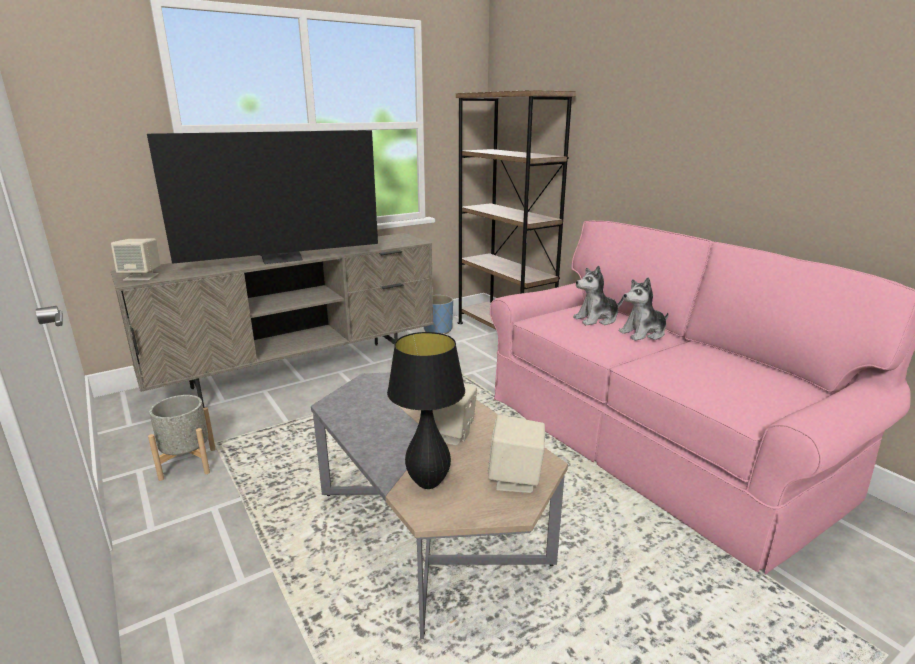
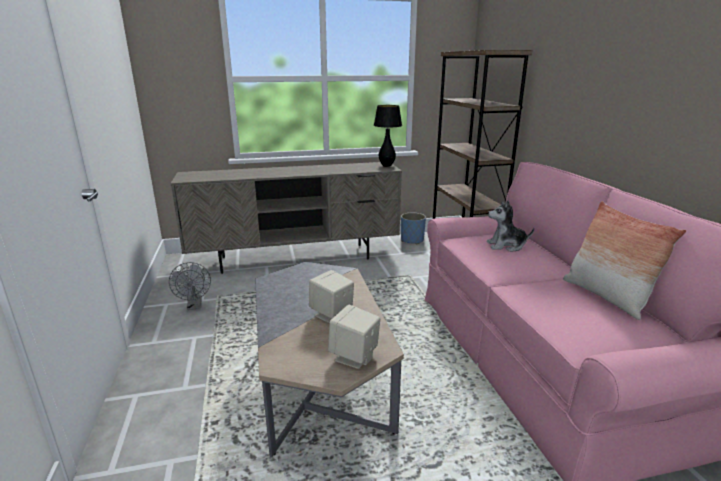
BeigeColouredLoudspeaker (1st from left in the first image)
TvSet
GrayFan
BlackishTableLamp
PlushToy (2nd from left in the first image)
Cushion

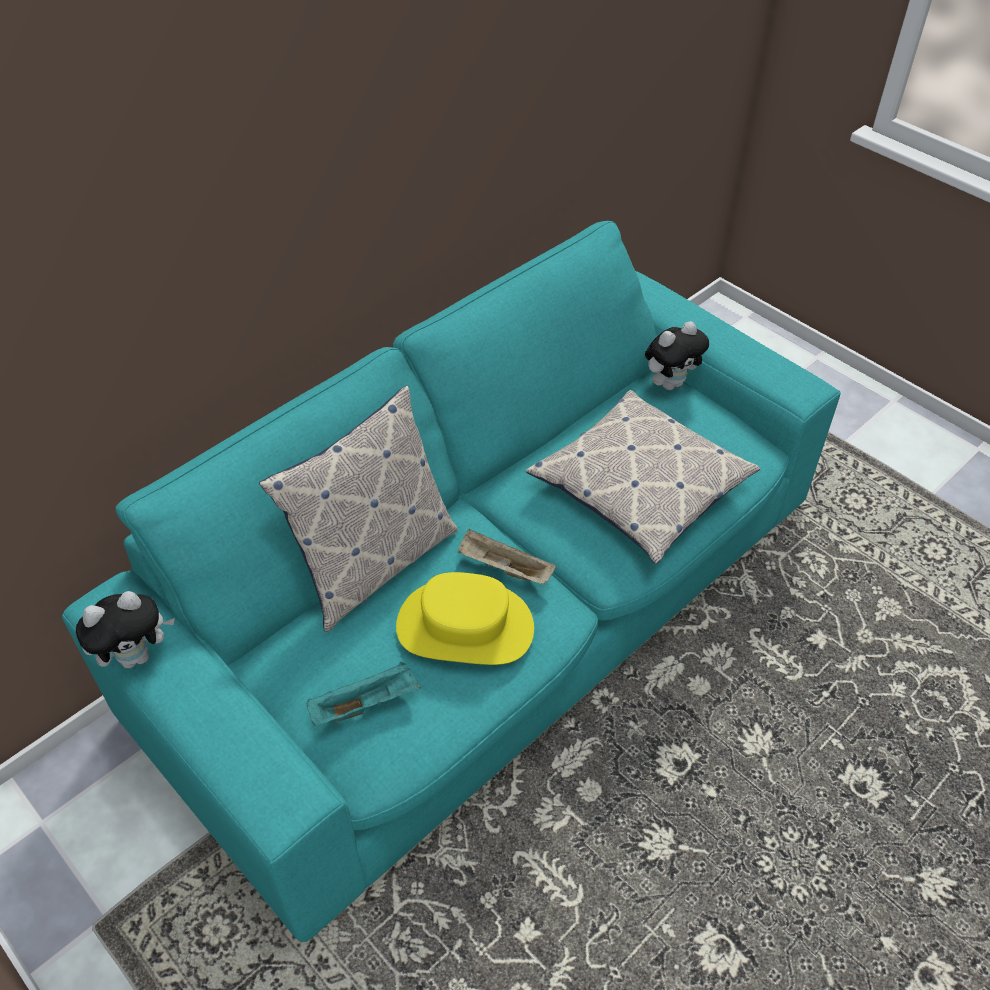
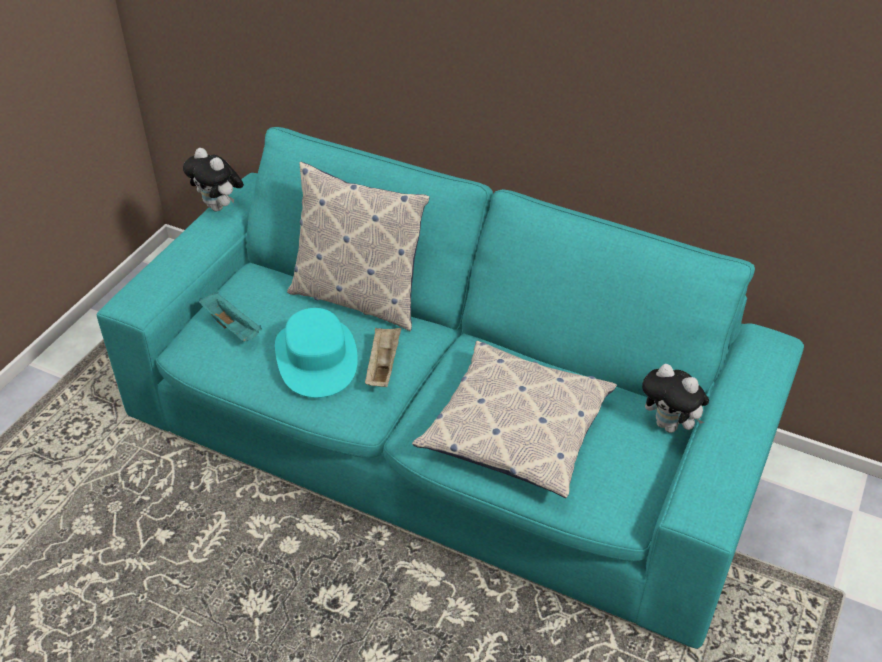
BlueGreenWearableHat

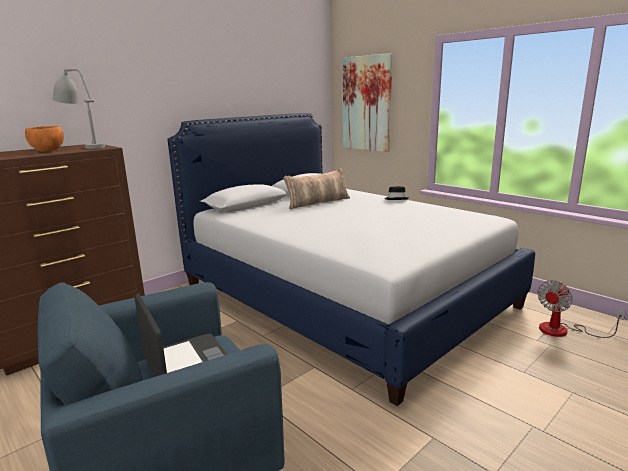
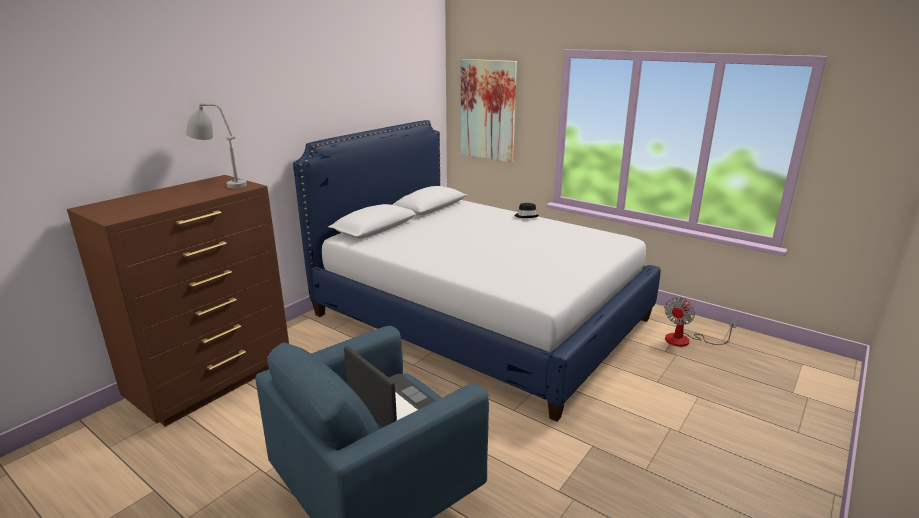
OrangeColouredDeepDish
Cushion

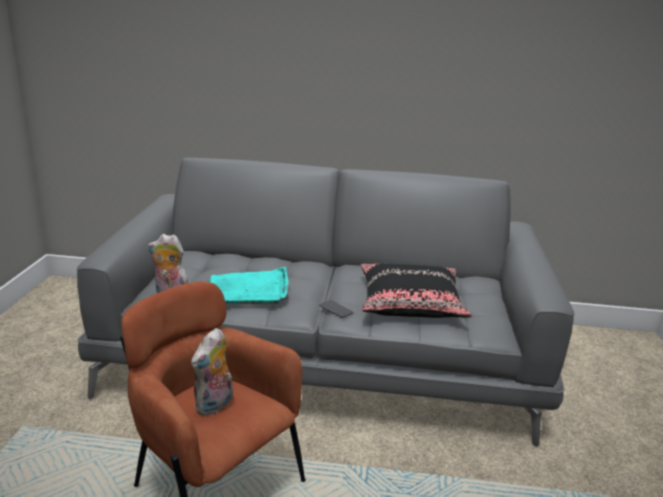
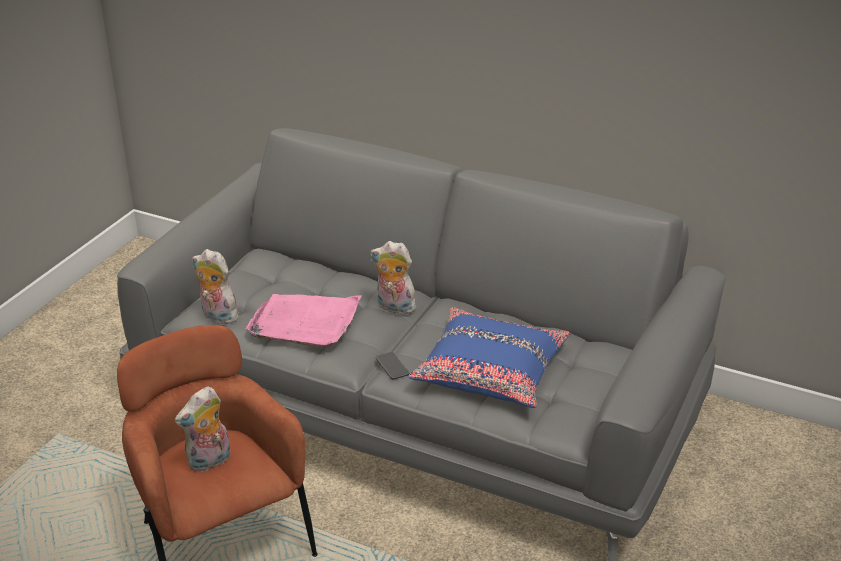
PinkishCarryingTray
BlueColouredCushion
PlushToy (3rd from left)

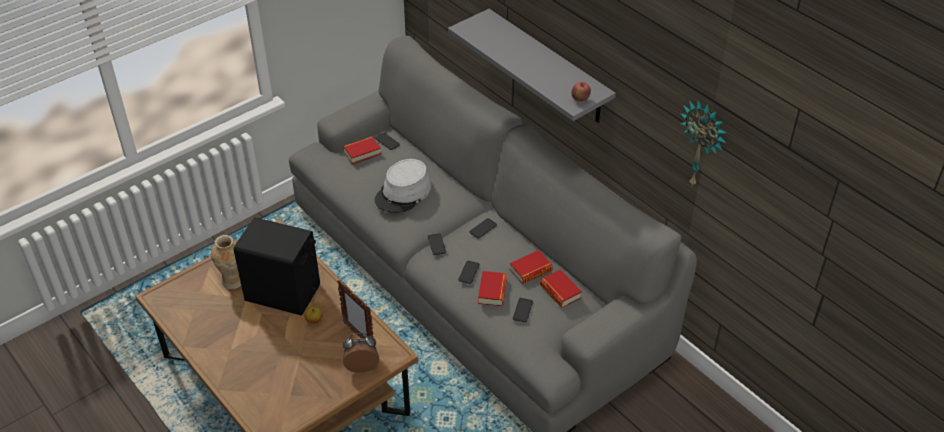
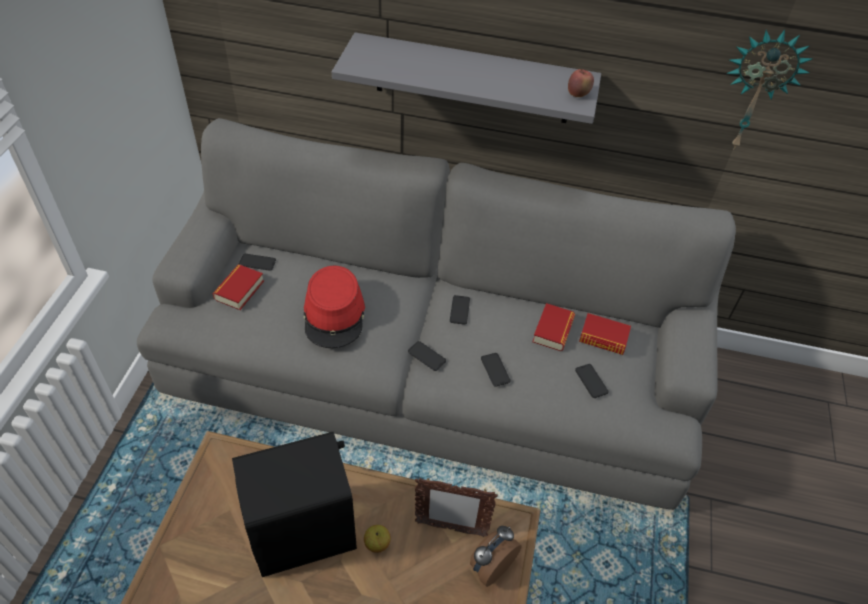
FlowerVase
RedColouredWearableHat
BoundBook (2nd from left in the first image)

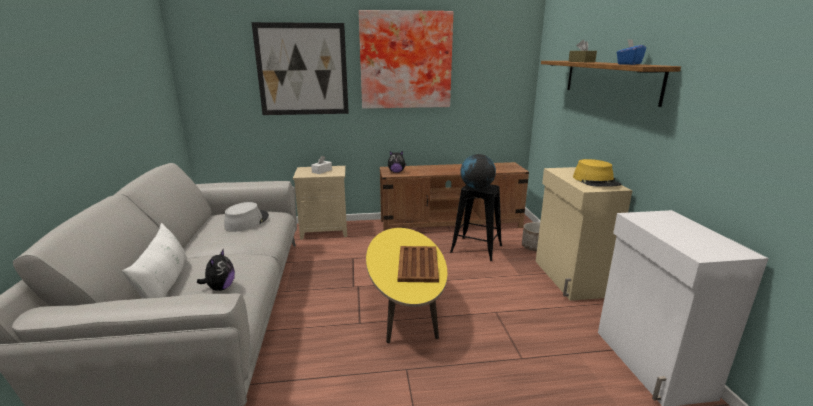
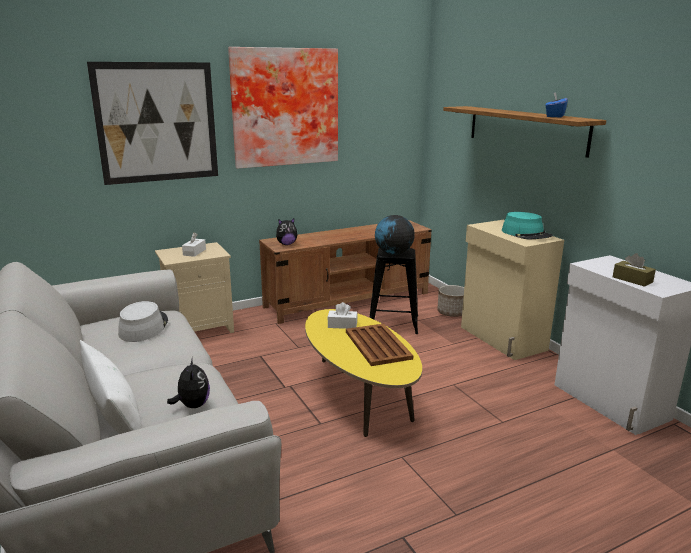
BrownColouredTissueHolder
BlueGreenWearableHat
WhiteColouredTissueHolder (2nd from left)

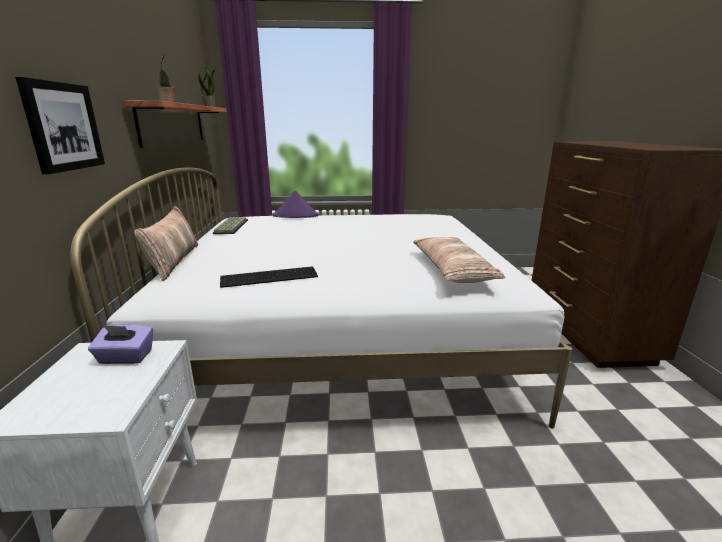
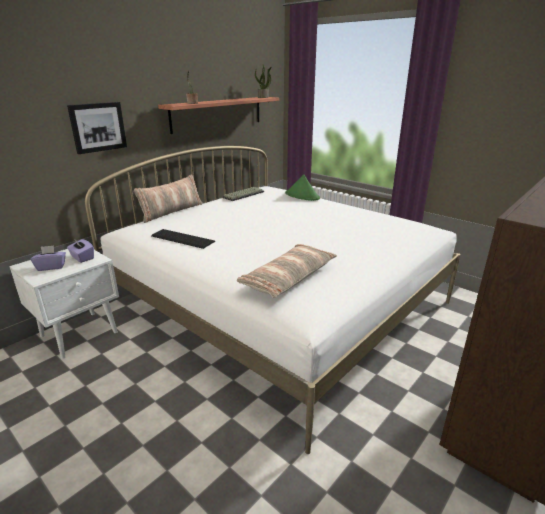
GreenWearableHat
PurplishTissueHolder (1st from left)

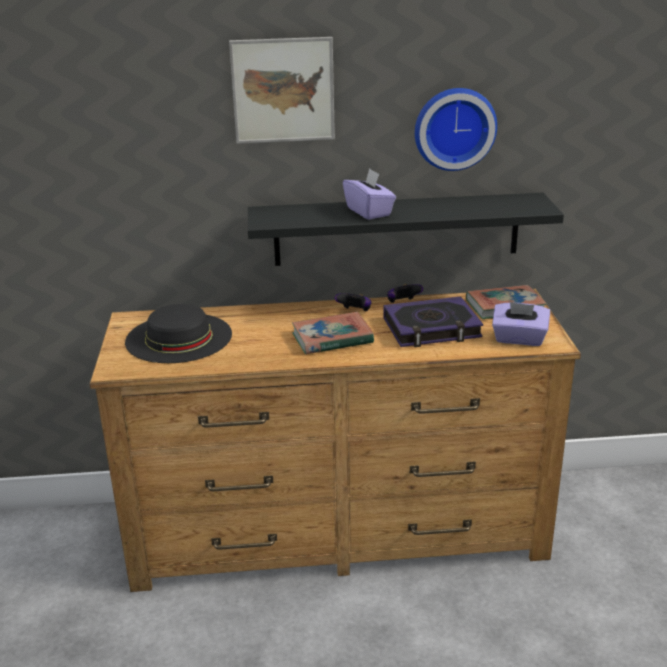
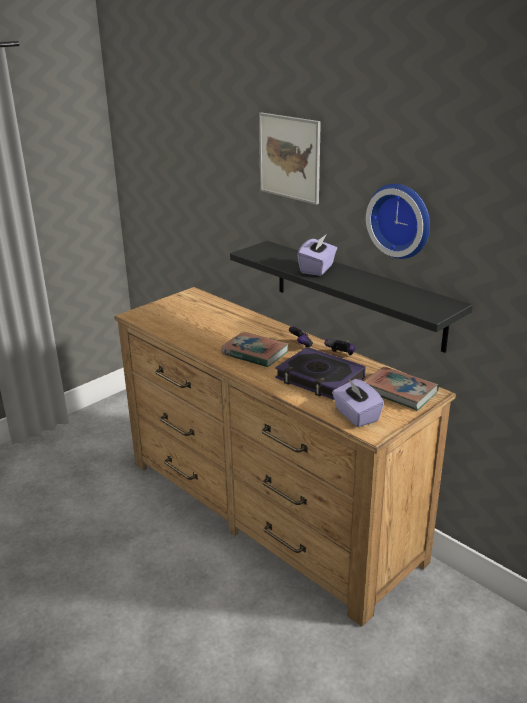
BlackishWearableHat

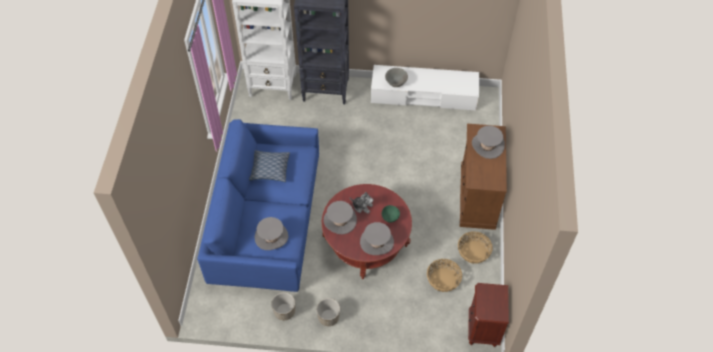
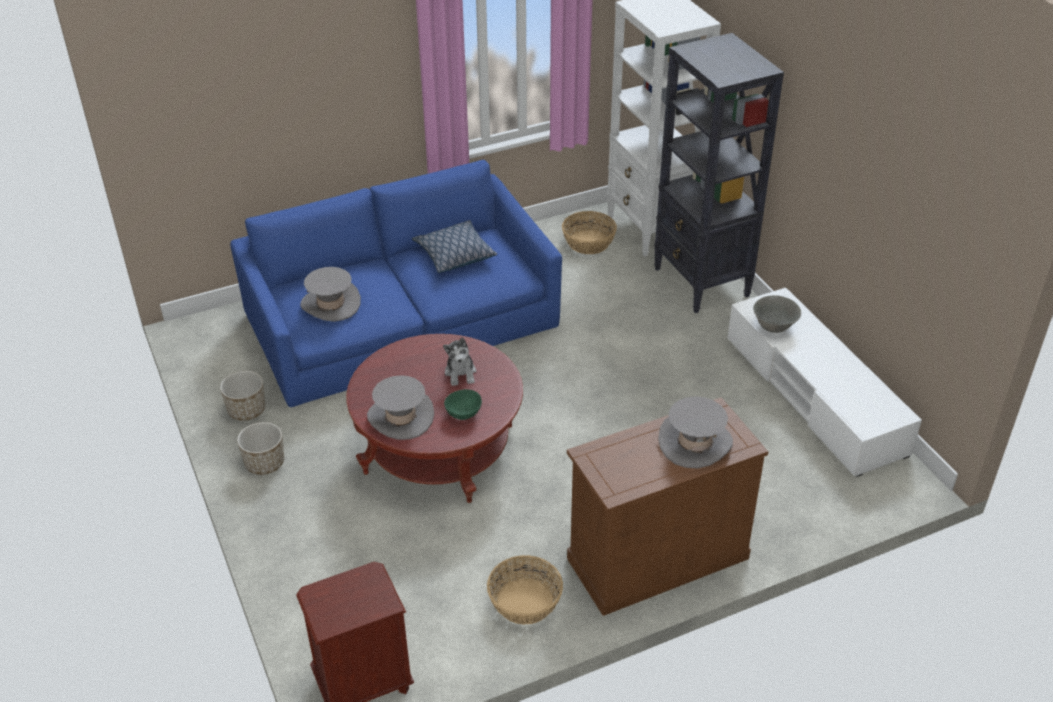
GrayWearableHat (2nd from left in the first image)
HouseholdBasket (2nd from left)

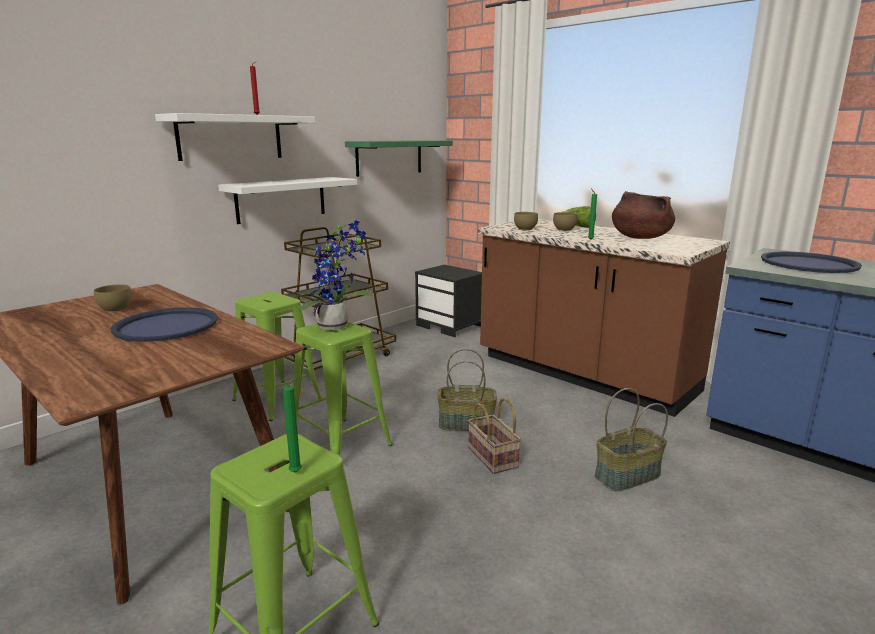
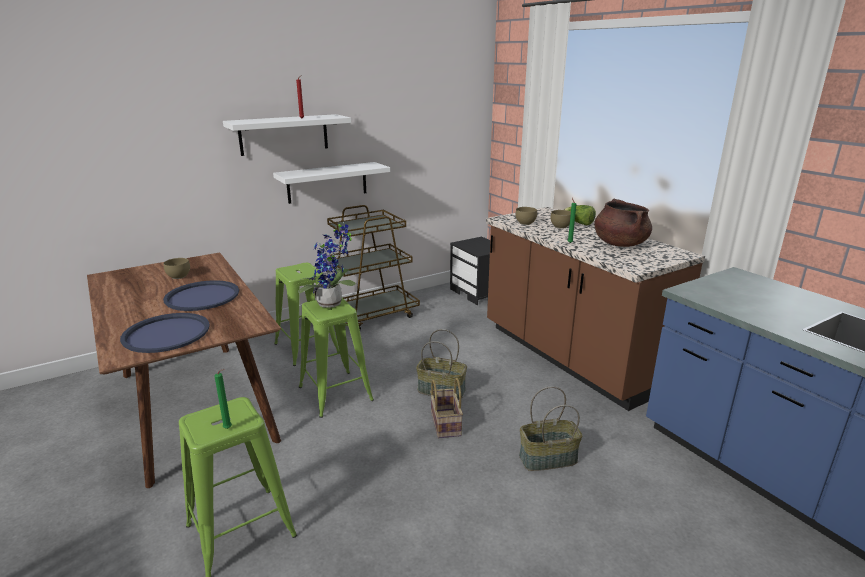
GreenBracketShelf
BlueColouredCarryingTray (1st from left)

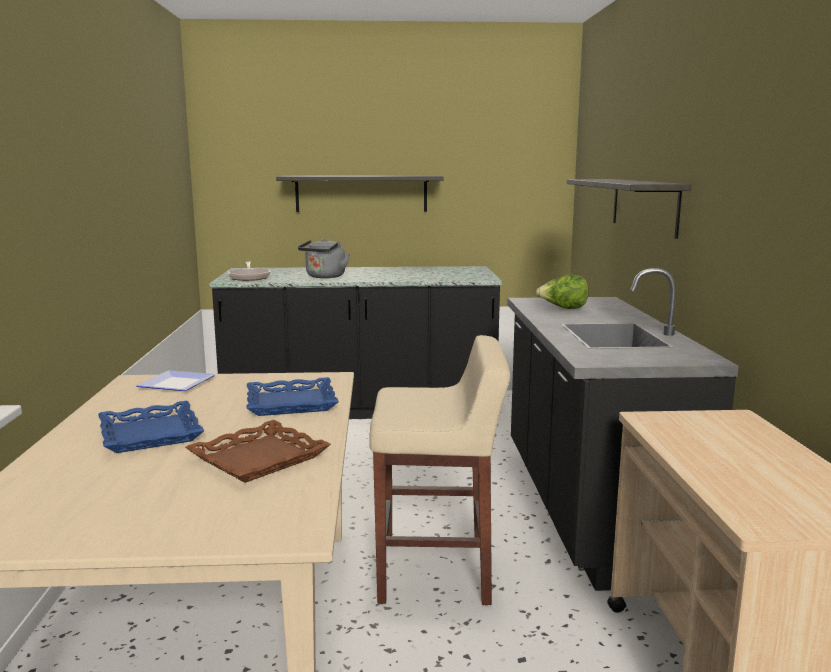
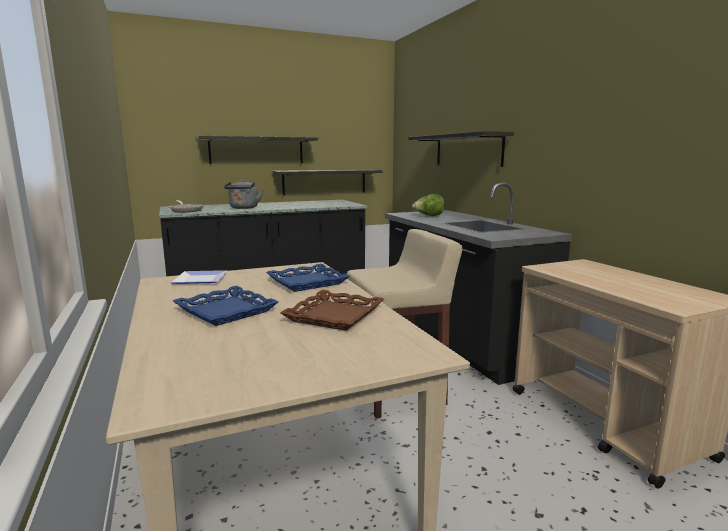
BracketShelf (2nd from left)

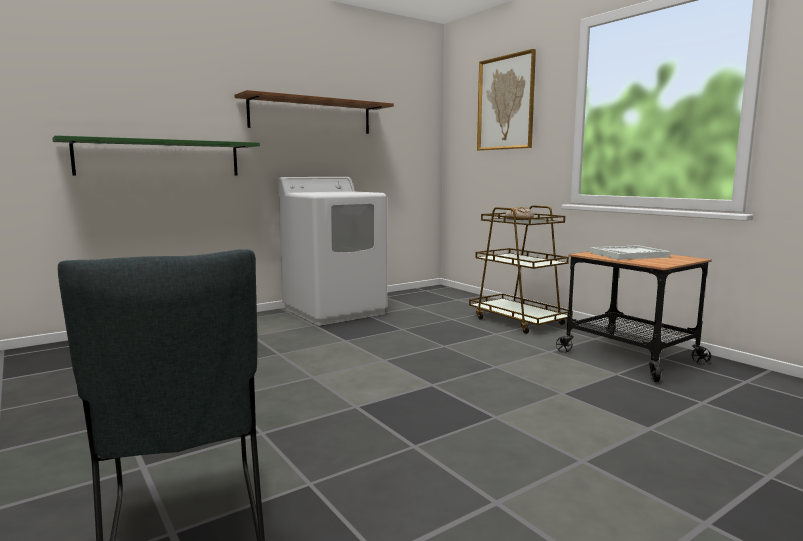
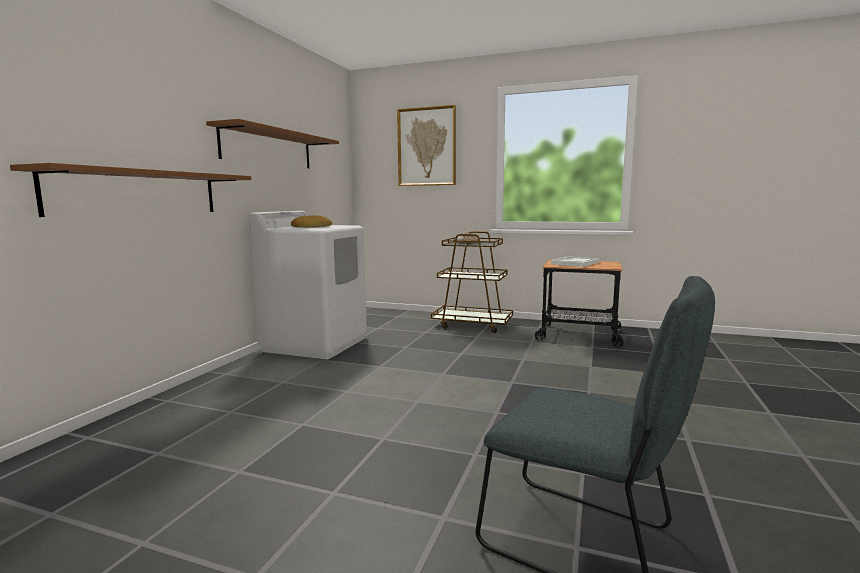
BrownColouredBracketShelf (1st from left)
Bread (1st from left)

